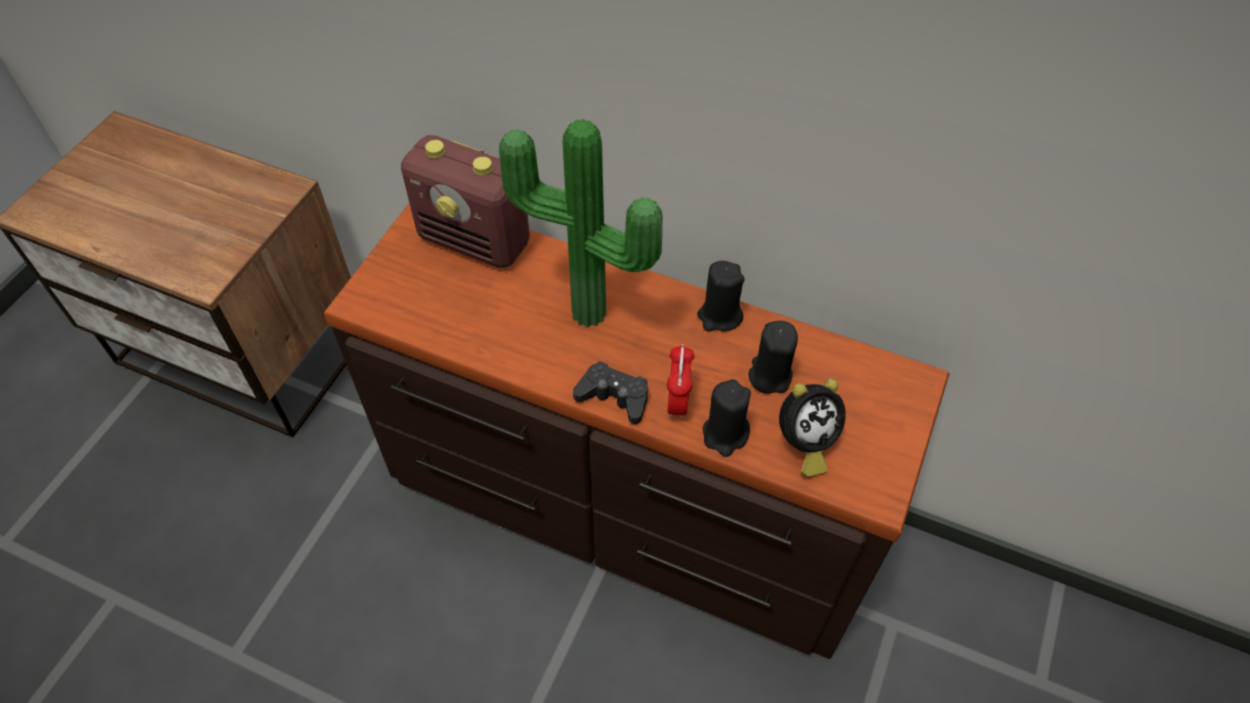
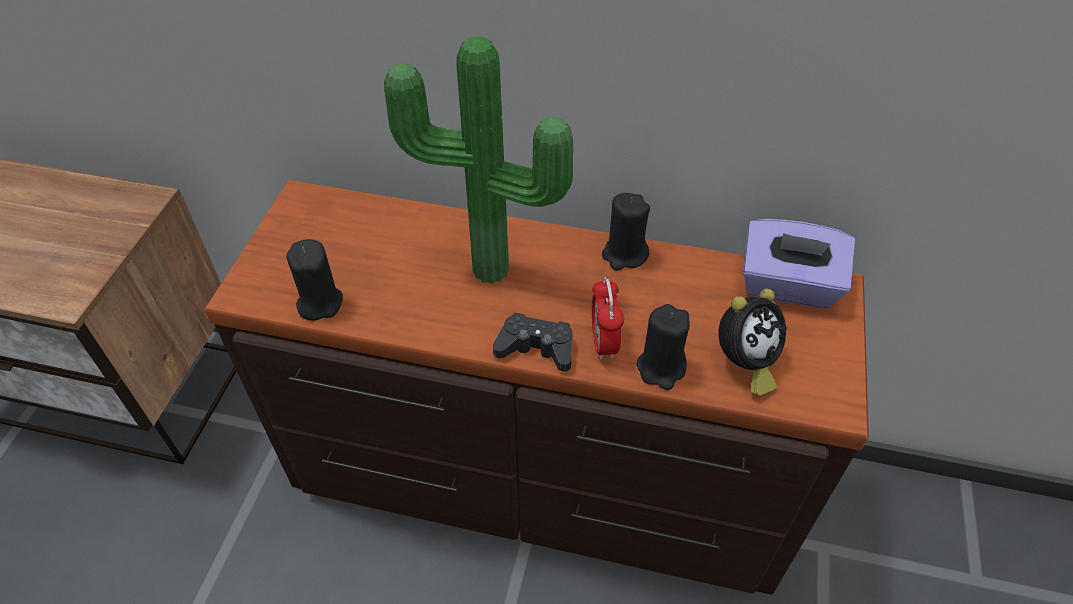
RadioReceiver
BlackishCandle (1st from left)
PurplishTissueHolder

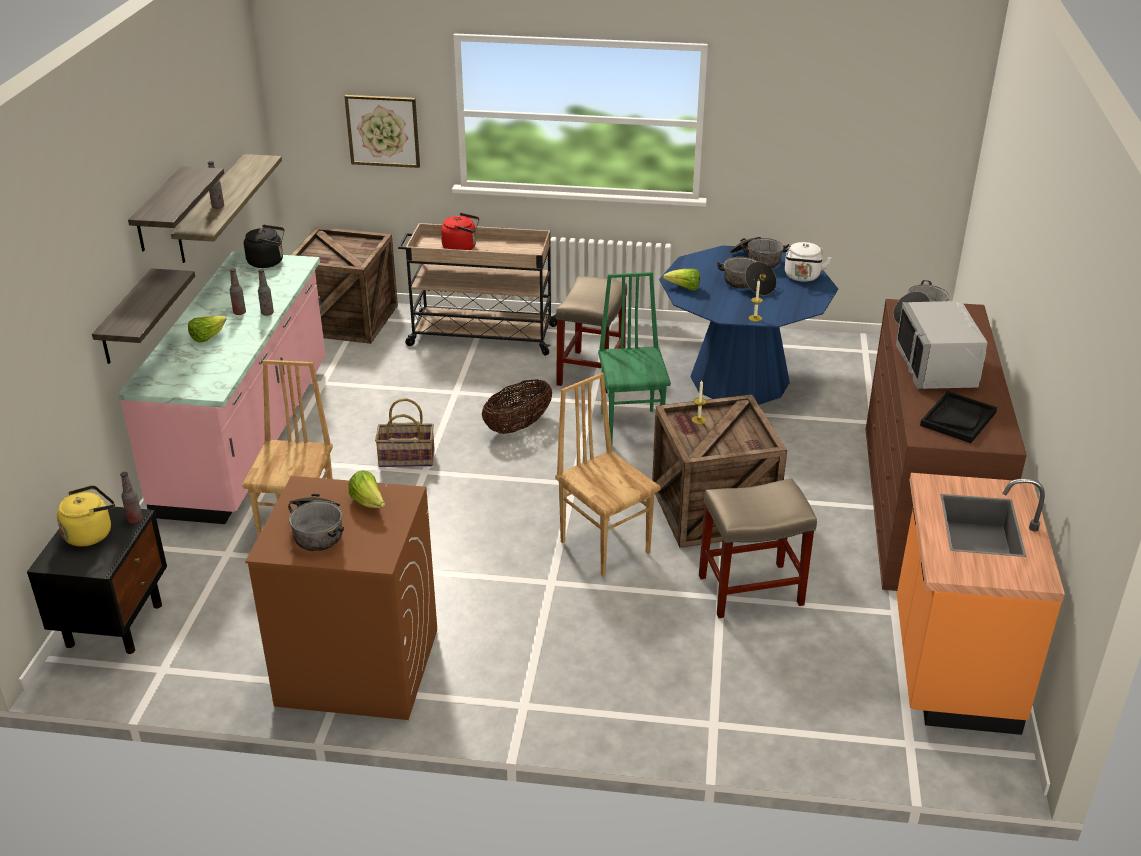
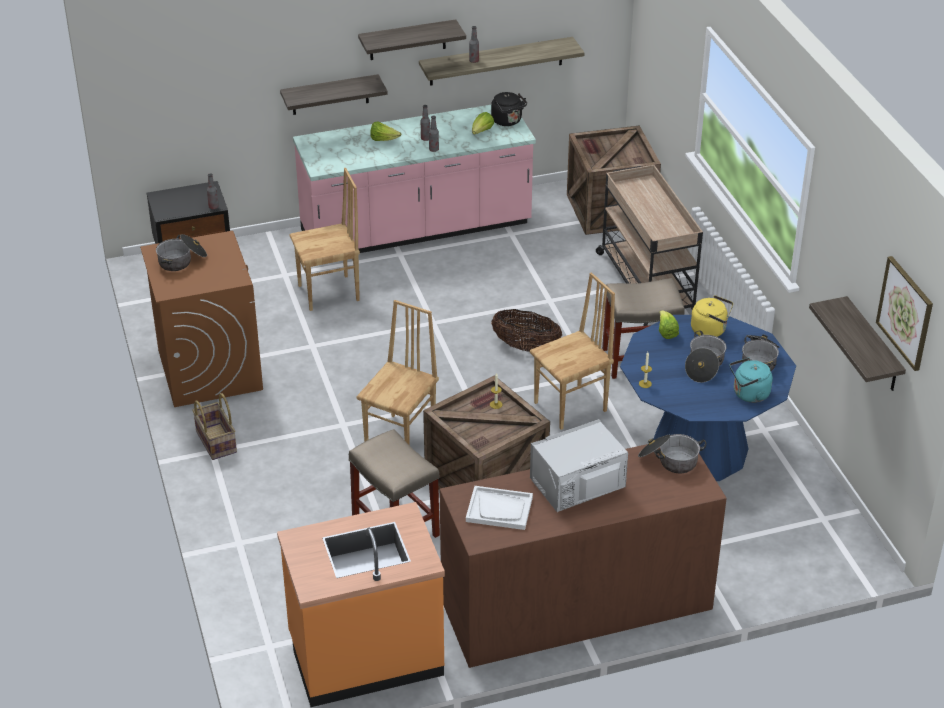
YellowKettle
Picture
HeadOfLettuce (2nd from left)
HouseholdBasket (1st from left)
RedColouredKettle
BrownColouredPlainChair (3rd from left)
BlueGreenKettle
WhiteColouredCarryingTray
BracketShelf (4th from left)

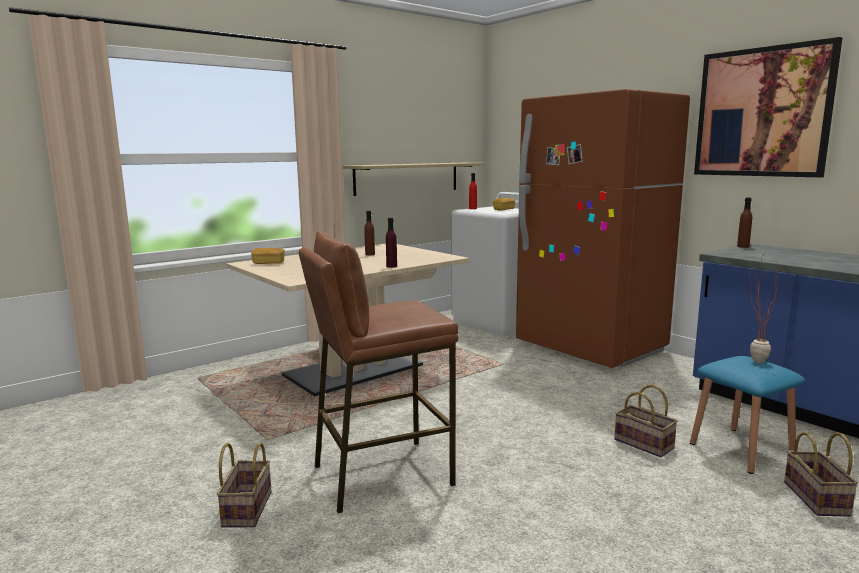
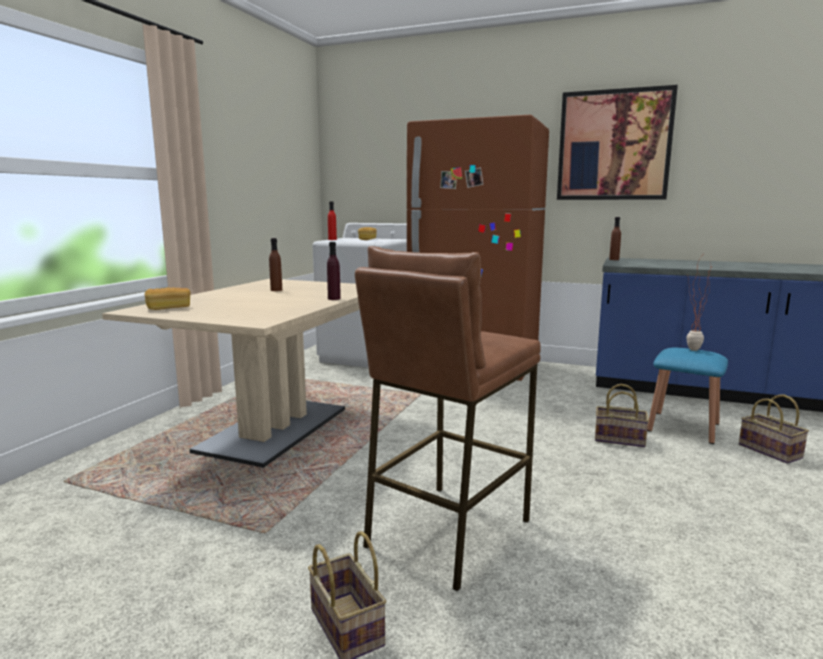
BracketShelf

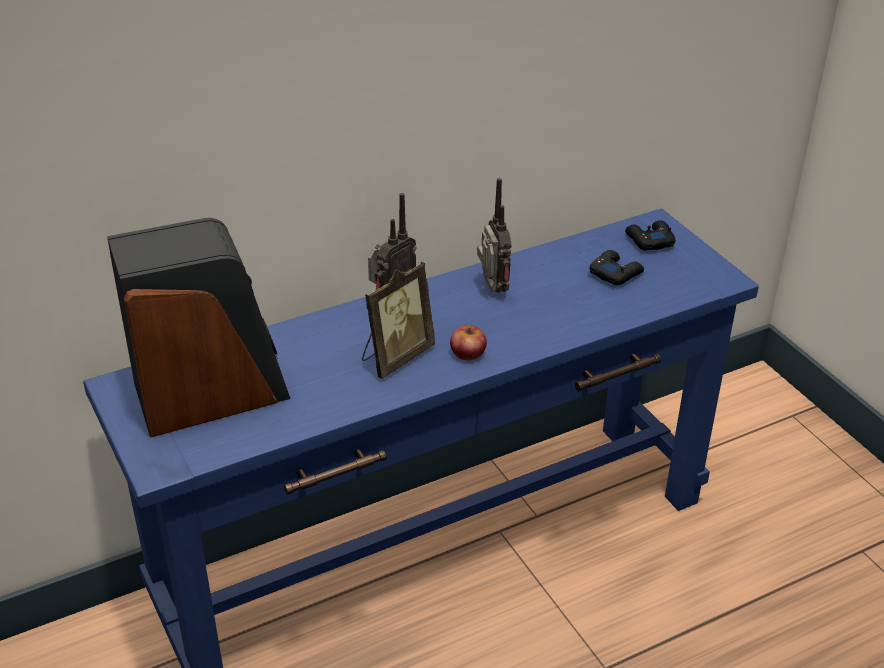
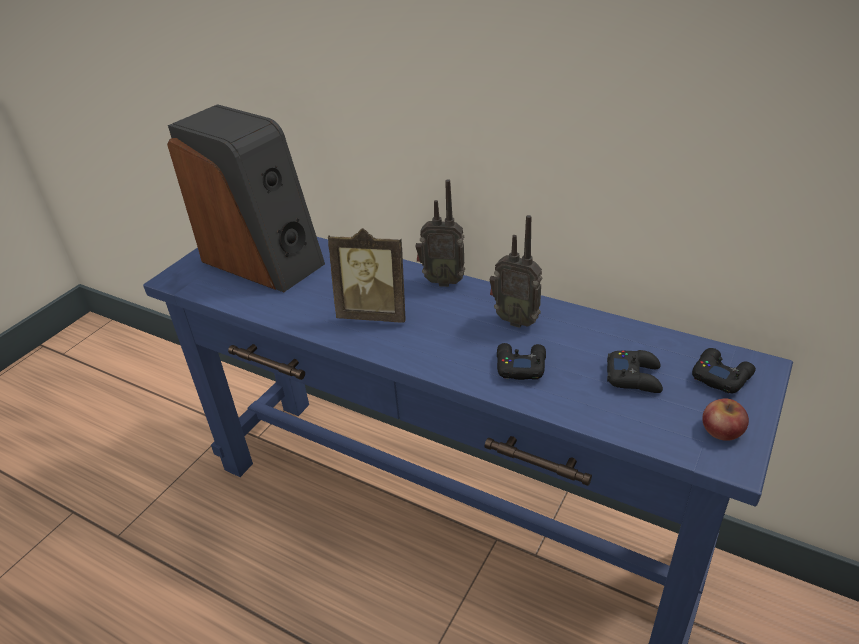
Apple
RadioReceiver (2nd from left)
BlackishGameController (1st from left)

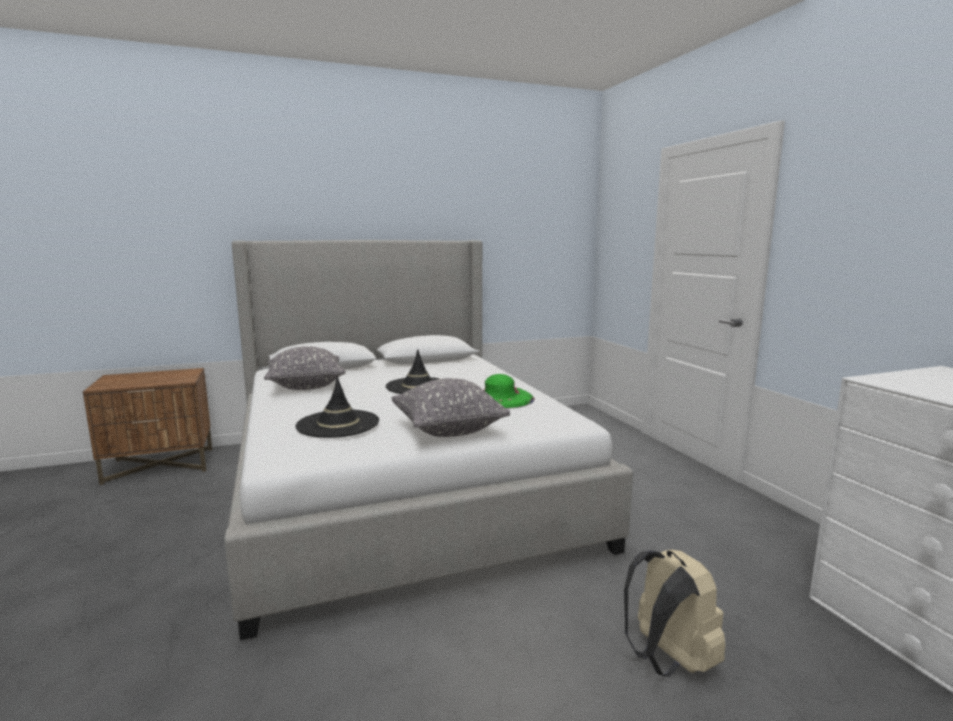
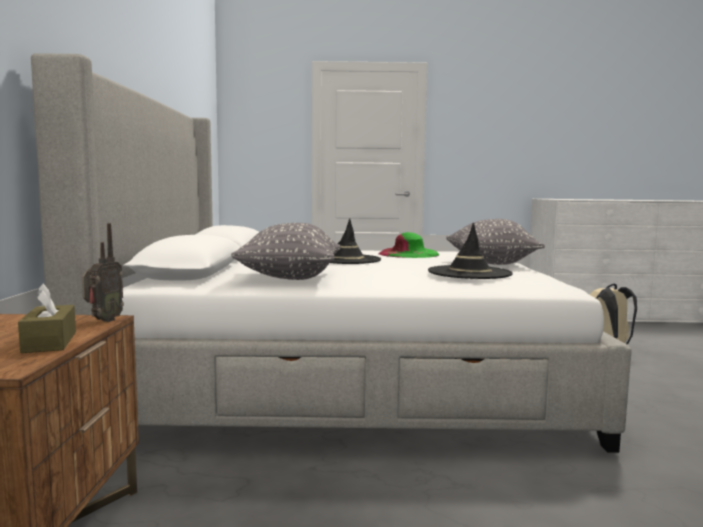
BrownColouredTissueHolder
RadioReceiver

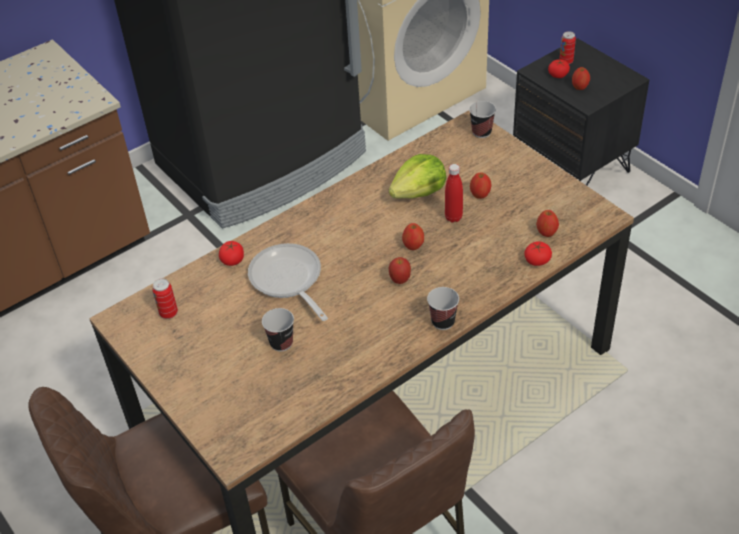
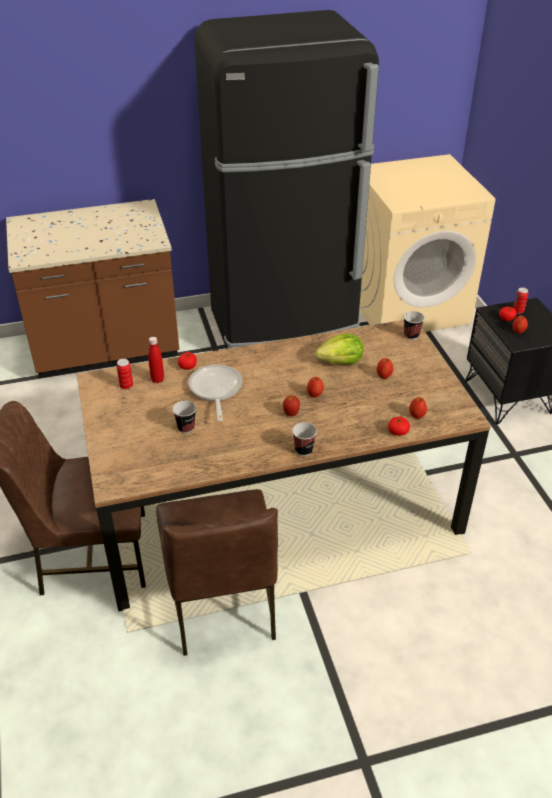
RedColouredDrinkBottle

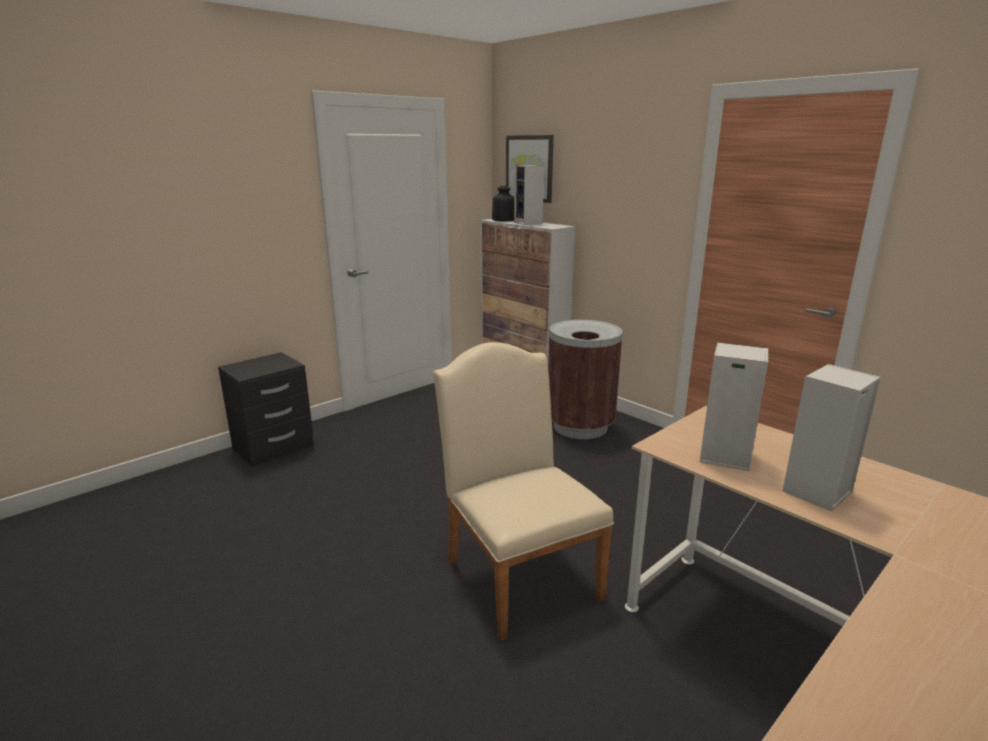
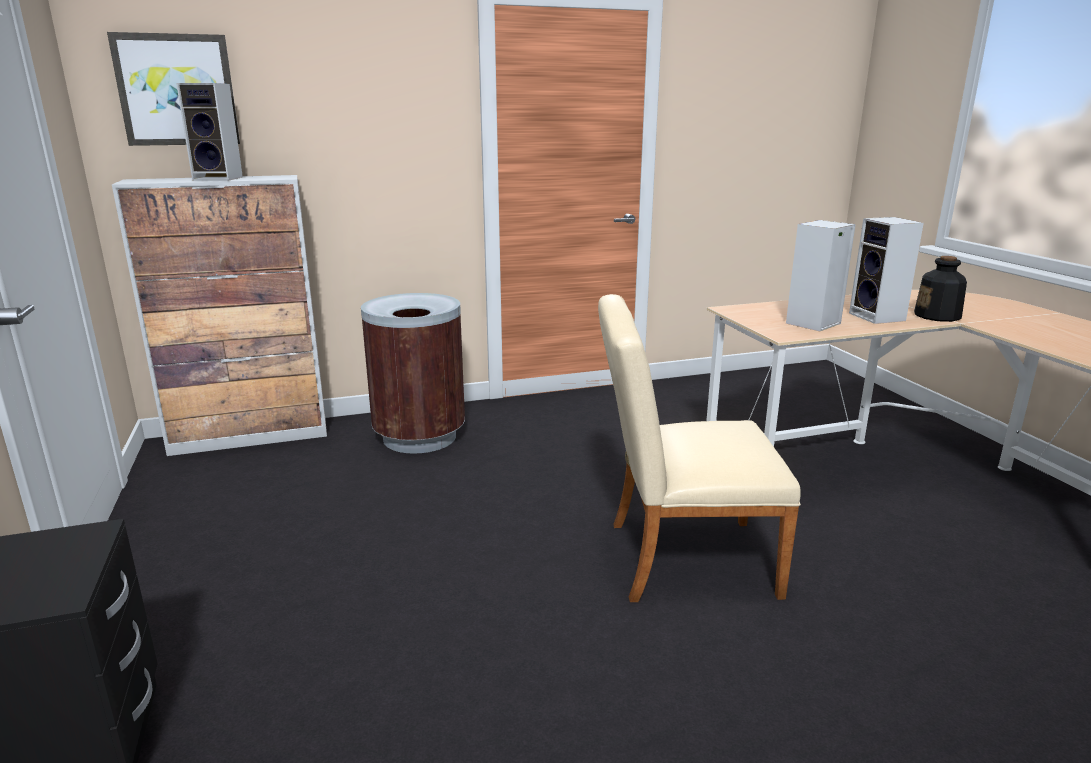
DrinkBottle

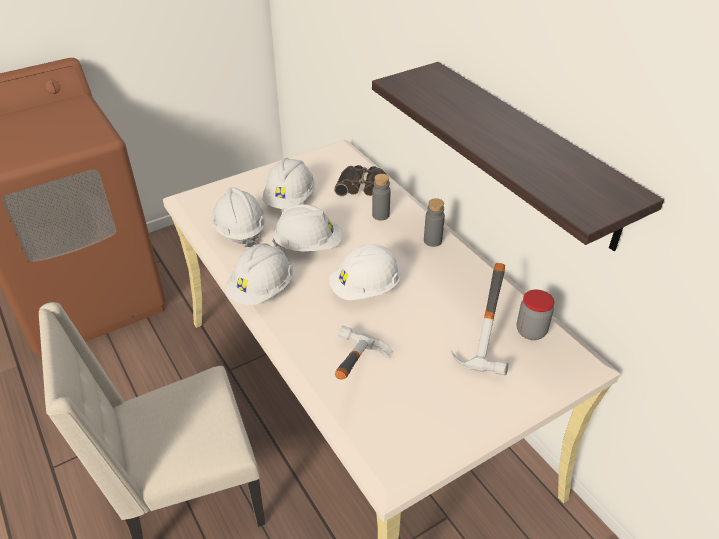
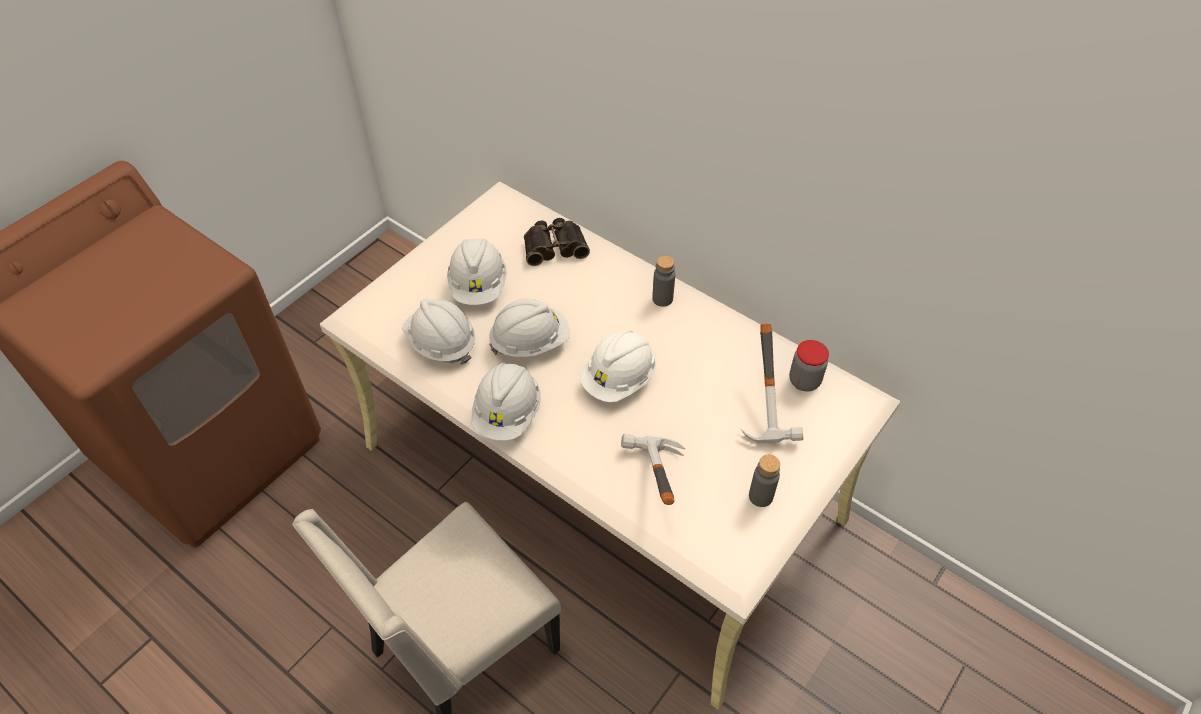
BracketShelf
GrayDrinkBottle (2nd from left)

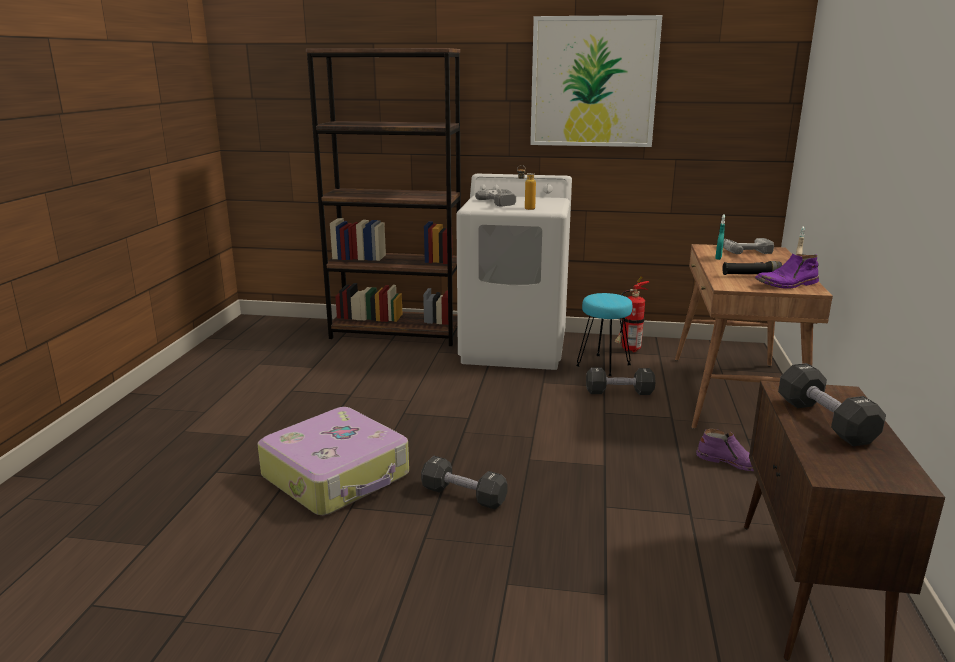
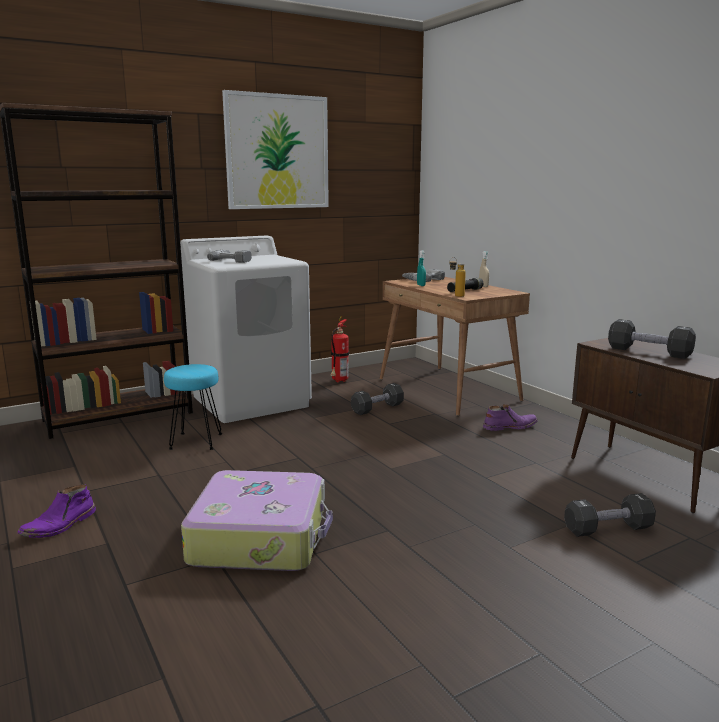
BlackishFreeWeight (2nd from left)
DrinkBottle
BlueGreenStool
PurplishHighTopBoot (1st from left)

